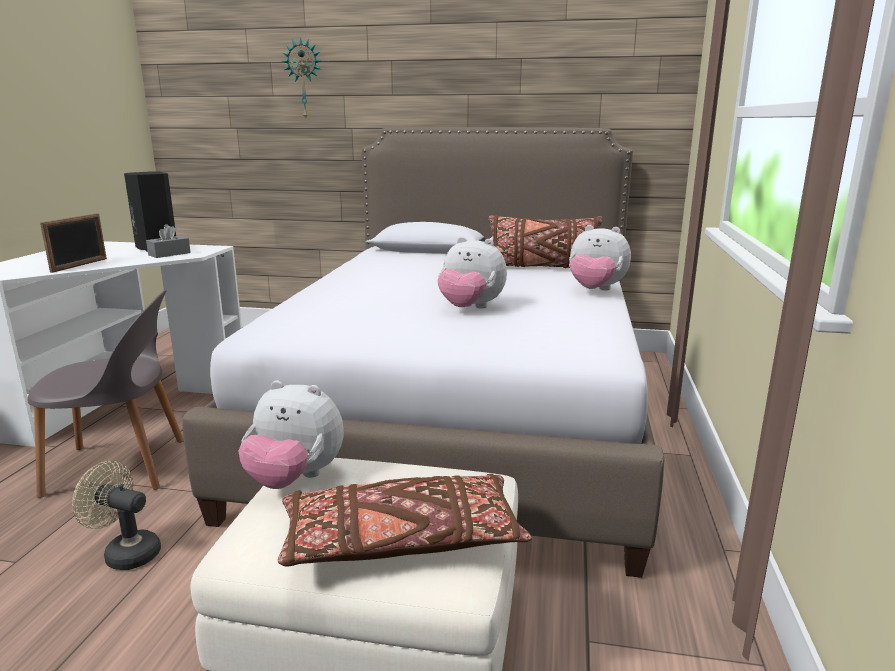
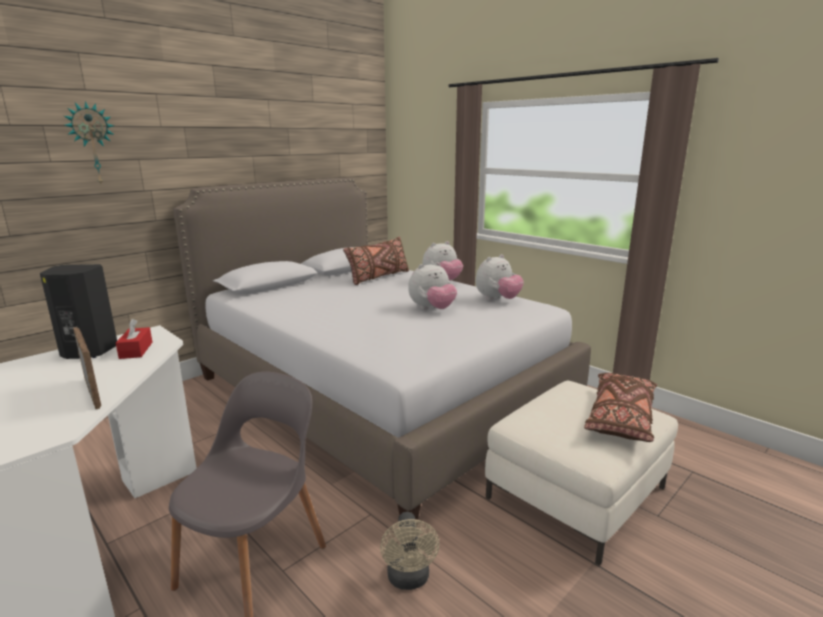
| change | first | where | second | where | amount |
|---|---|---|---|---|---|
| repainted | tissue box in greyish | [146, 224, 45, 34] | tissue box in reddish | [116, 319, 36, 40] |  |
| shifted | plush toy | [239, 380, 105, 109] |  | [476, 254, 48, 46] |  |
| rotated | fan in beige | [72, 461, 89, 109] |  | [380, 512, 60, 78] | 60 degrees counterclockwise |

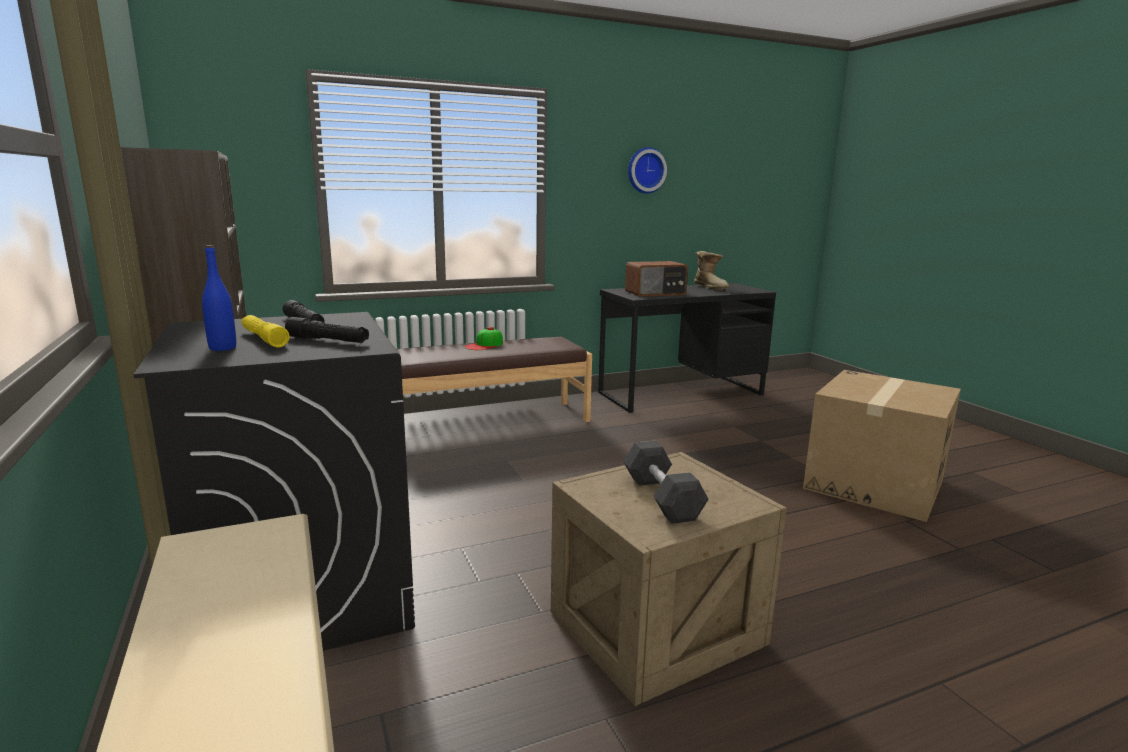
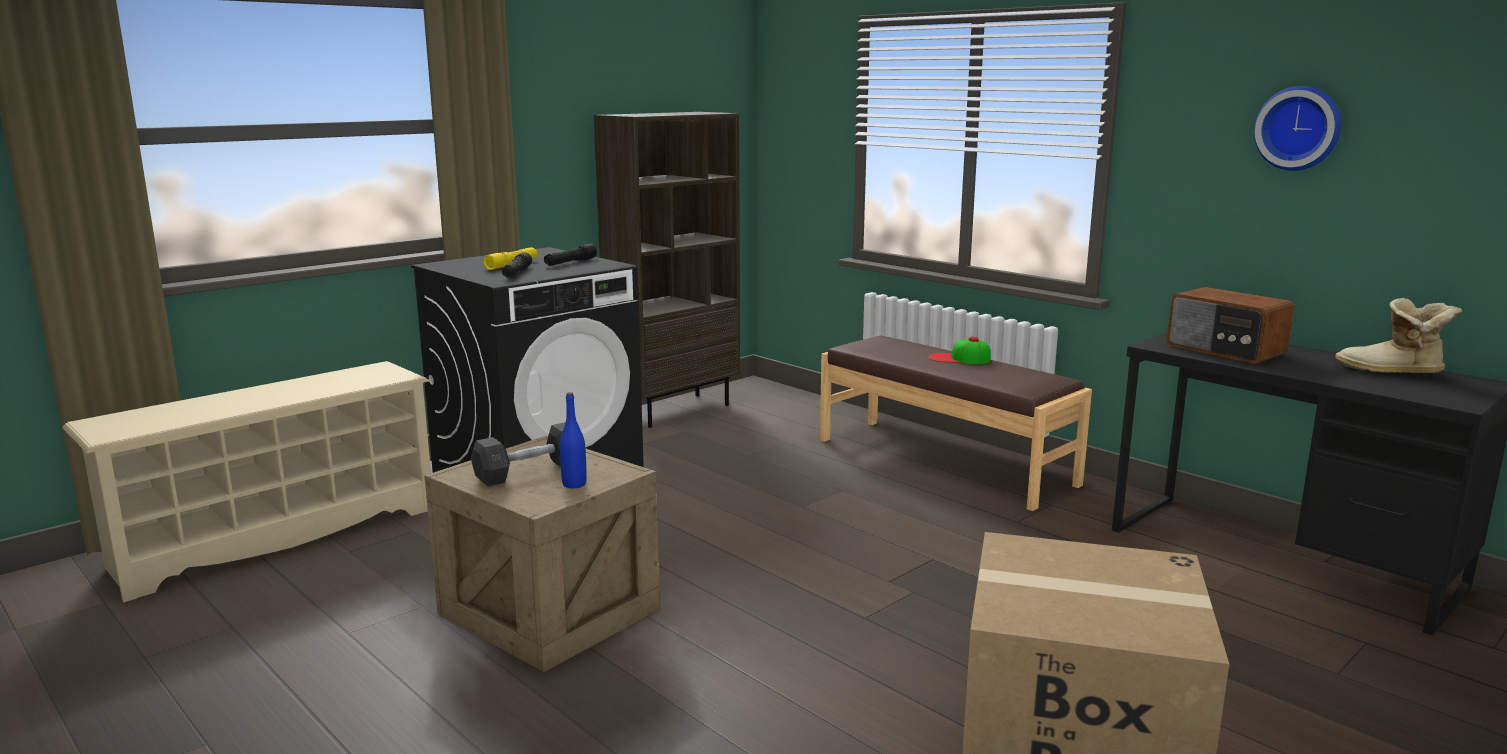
| change | first | where | second | where | amount |
|---|---|---|---|---|---|
| shifted | drink bottle in blue | [202, 245, 34, 106] |  | [560, 392, 26, 96] |  |
| rotated | high-top boot | [694, 251, 35, 40] |  | [1335, 298, 127, 75] | 75 degrees clockwise |

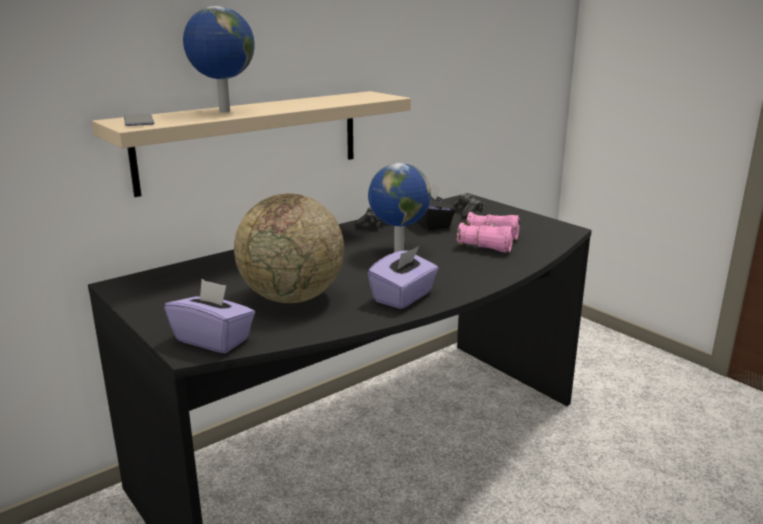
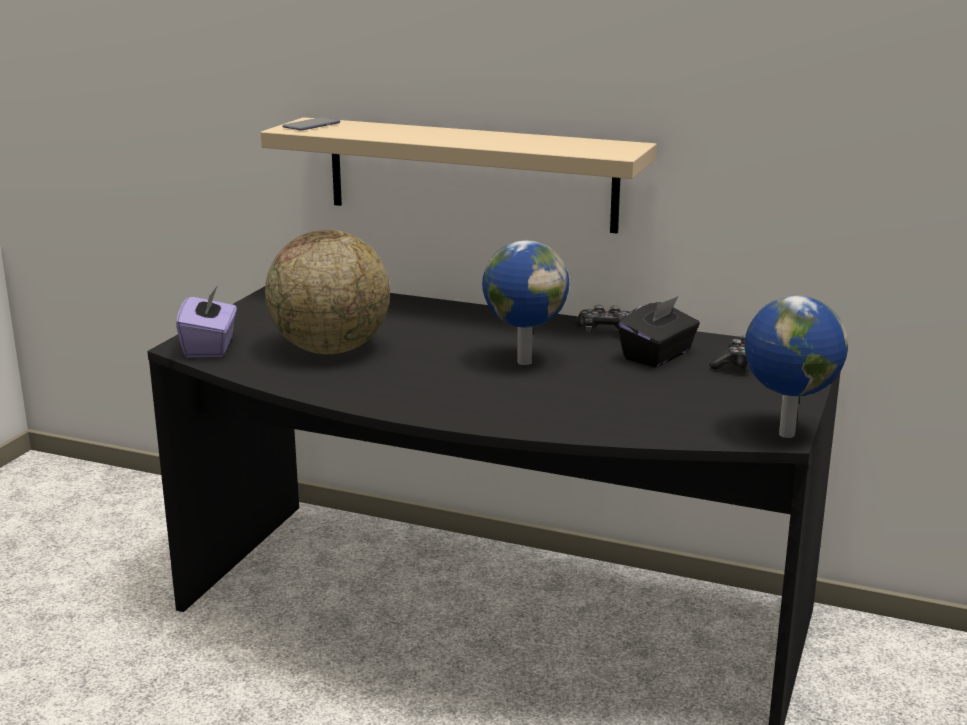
| change | first | where | second | where | amount |
|---|---|---|---|---|---|
| shifted | world globe | [183, 6, 72, 106] |  | [745, 296, 103, 142] |  |
| gone | pair of binoculars in pink-coloured | [457, 212, 63, 41] |  |  |  |
| gone | tissue box in purple-coloured | [368, 246, 70, 63] |  |  |  |

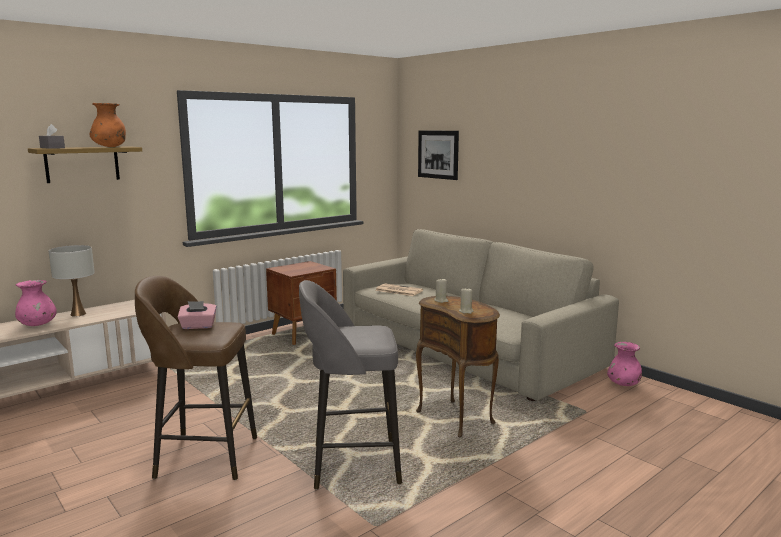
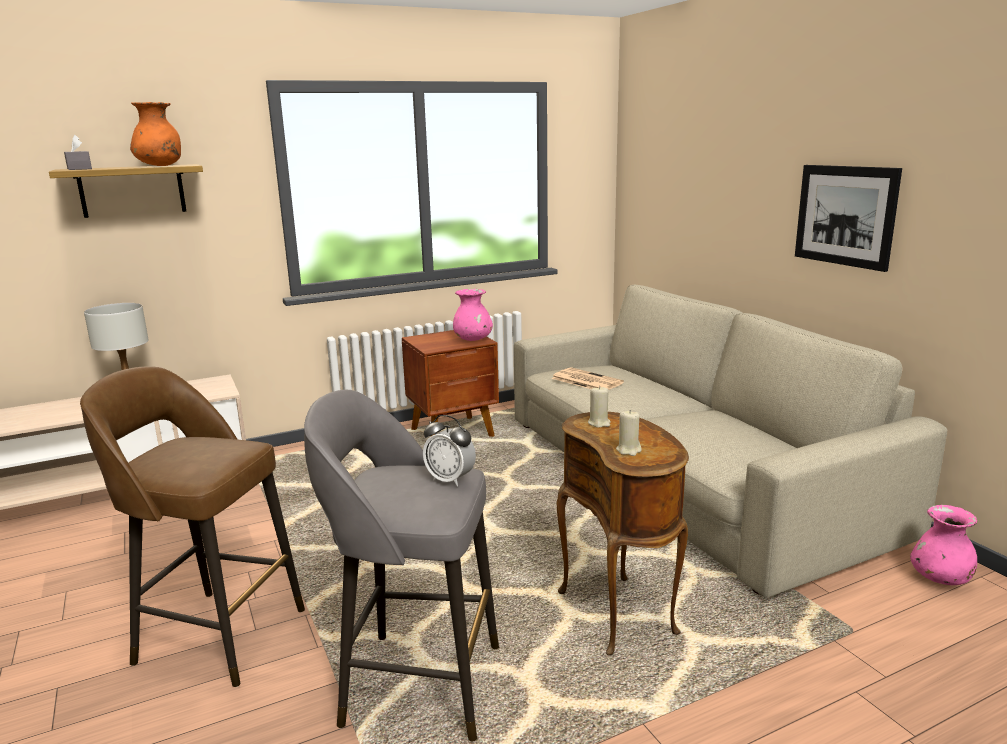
| change | first | where | second | where | amount |
|---|---|---|---|---|---|
| shifted | wall art | [418, 131, 41, 49] |  | [795, 165, 107, 107] |  |
| shifted | vase in pink-coloured | [15, 280, 42, 46] |  | [453, 289, 40, 52] |  |
| gone | tissue box in pink-coloured | [177, 301, 40, 28] |  |  |  |
| new |  |  | table clock | [423, 415, 53, 72] |  |

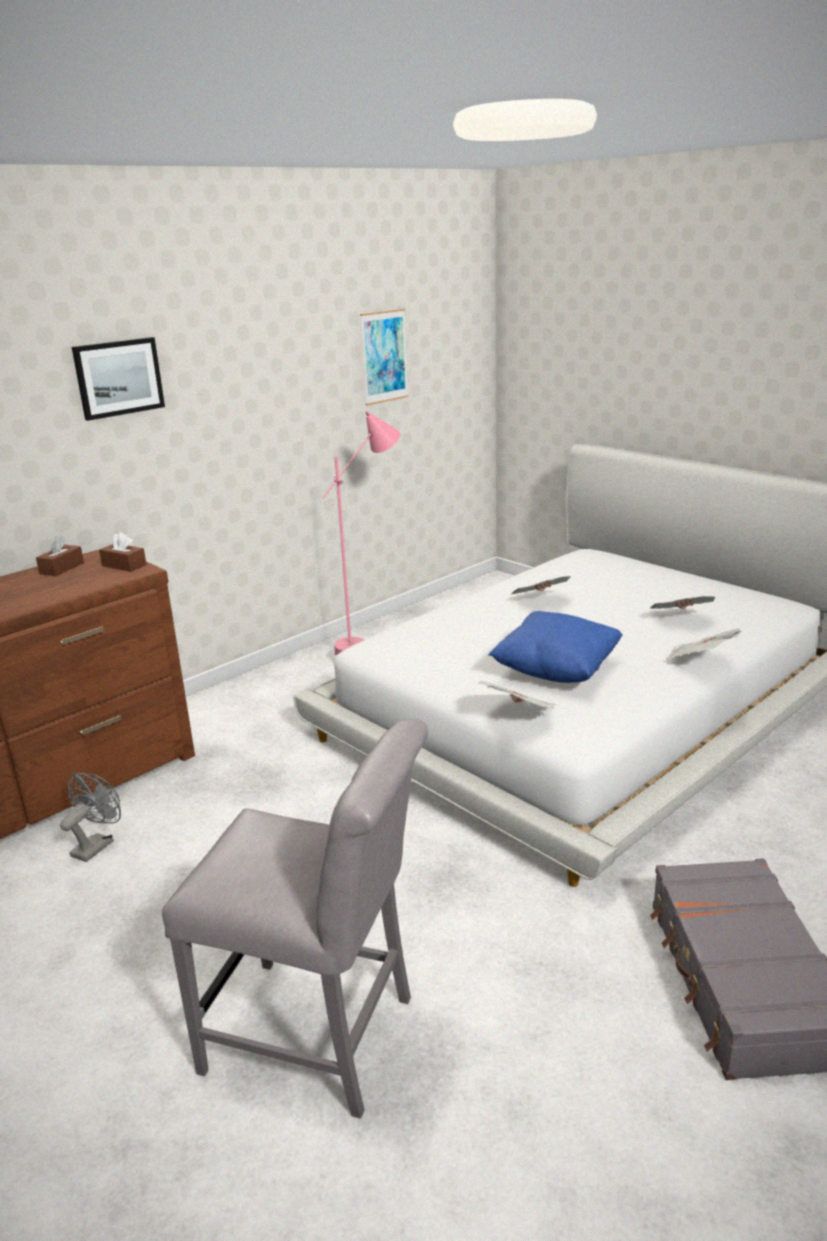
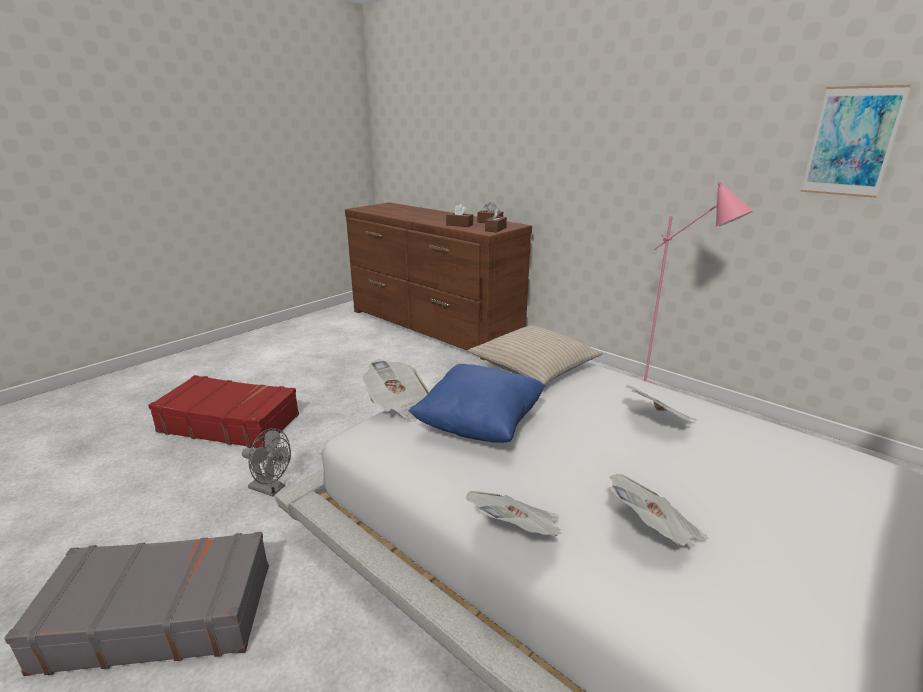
| change | first | where | second | where | amount |
|---|---|---|---|---|---|
| gone | wall art | [72, 337, 93, 84] |  |  |  |
| swapped | upright chair in greyish | [162, 719, 266, 400] | piece of luggage in reddish | [148, 375, 151, 73] |  |
| shifted | fan in greyish | [60, 773, 61, 89] |  | [242, 428, 49, 69] |  |
| new |  |  | tissue box in brown-coloured | [446, 204, 27, 23] |  |
| new |  |  | throw pillow in beige | [468, 325, 135, 60] |  |

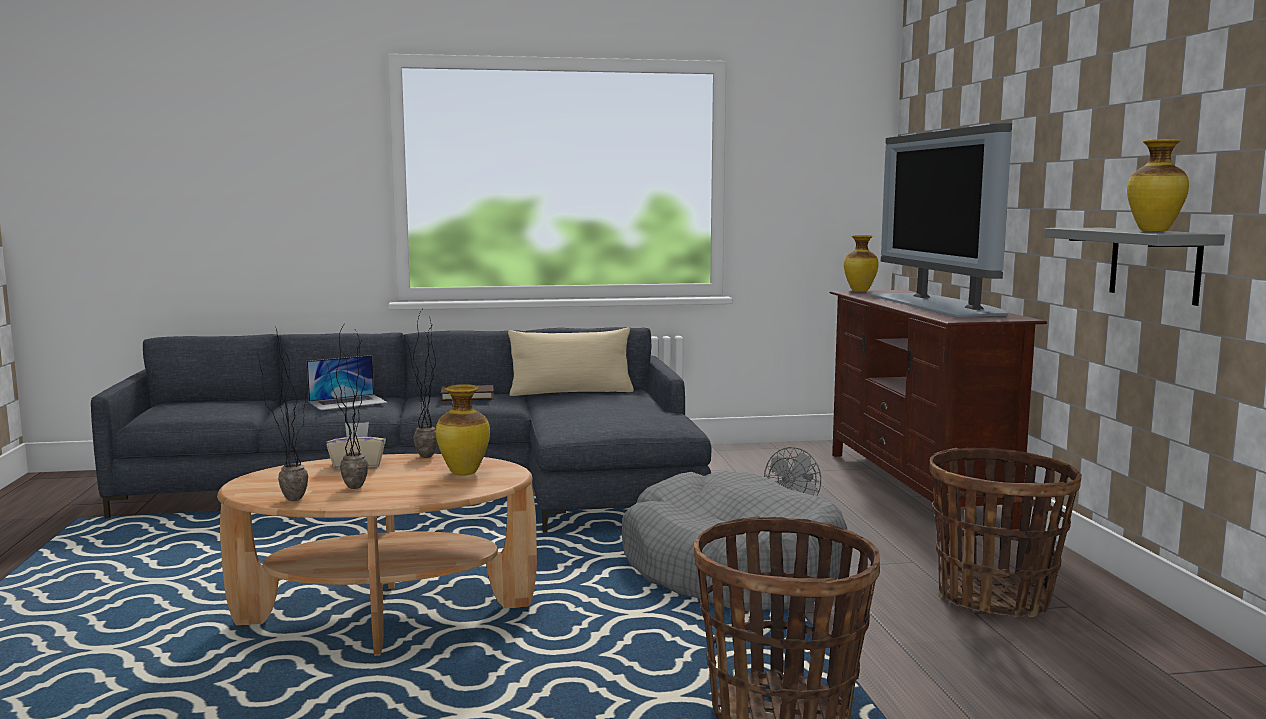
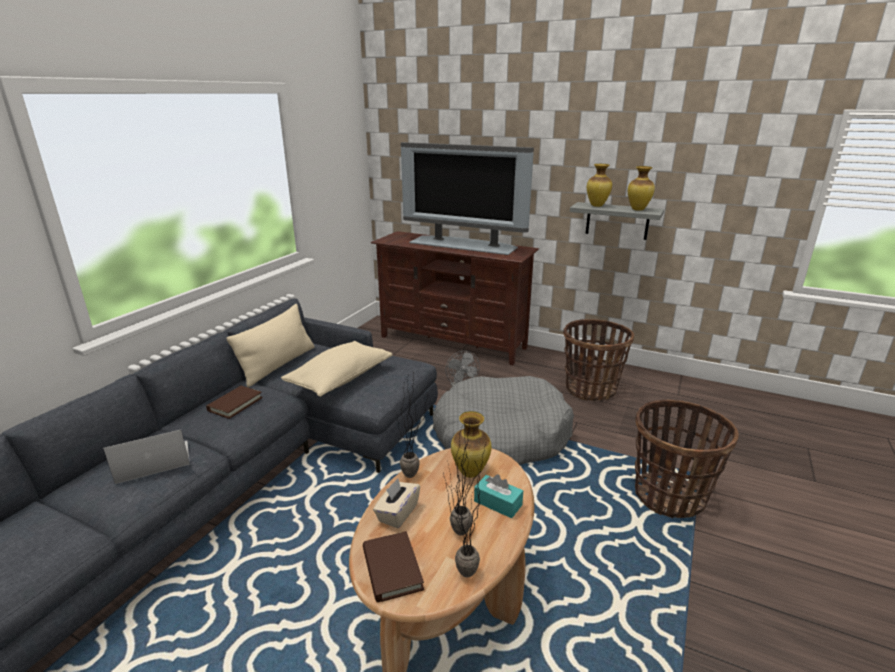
| change | first | where | second | where | amount |
|---|---|---|---|---|---|
| shifted | vase | [844, 235, 35, 57] |  | [587, 164, 25, 43] |  |
| rotated | portable computer | [307, 355, 81, 55] |  | [103, 430, 87, 54] | 120 degrees counterclockwise |
| new |  |  | throw pillow in beige | [281, 341, 112, 56] |  |
| new |  |  | tissue box in blue-green | [474, 474, 49, 44] |  |
| new |  |  | volume in brown-coloured | [363, 531, 61, 72] |  |

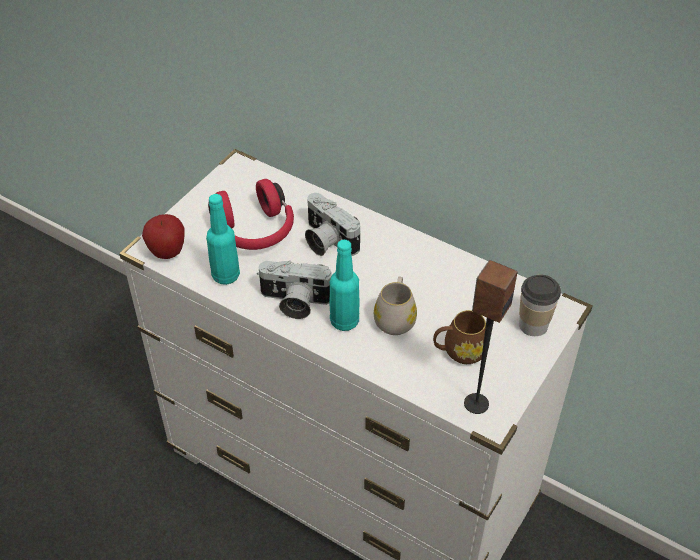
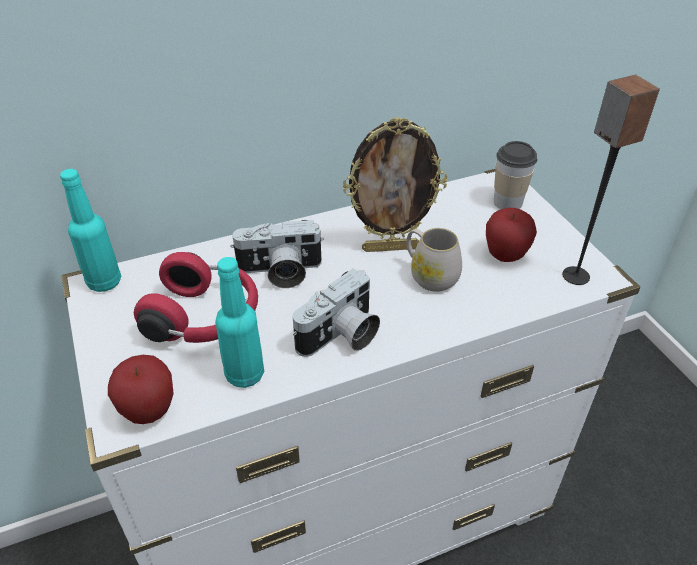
| change | first | where | second | where | amount |
|---|---|---|---|---|---|
| shifted | drink bottle in blue-green | [330, 240, 29, 91] |  | [60, 169, 61, 123] |  |
| swapped | tea mug in brown-coloured | [433, 310, 56, 54] | whole apple | [486, 208, 51, 54] |  |
| new |  |  | photo frame | [343, 117, 104, 135] |  |

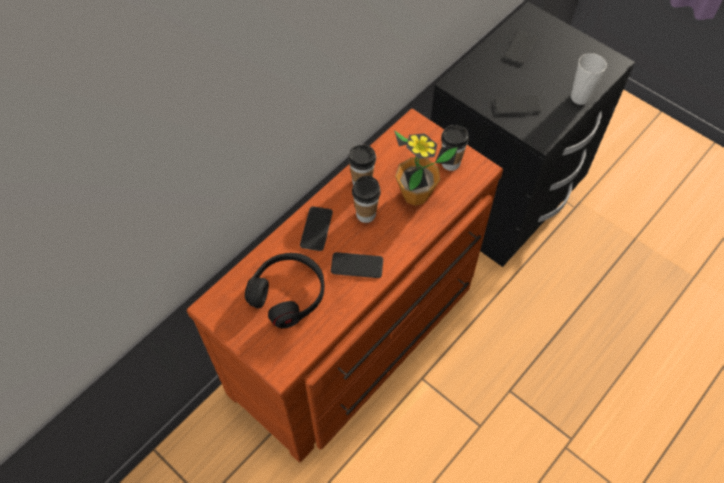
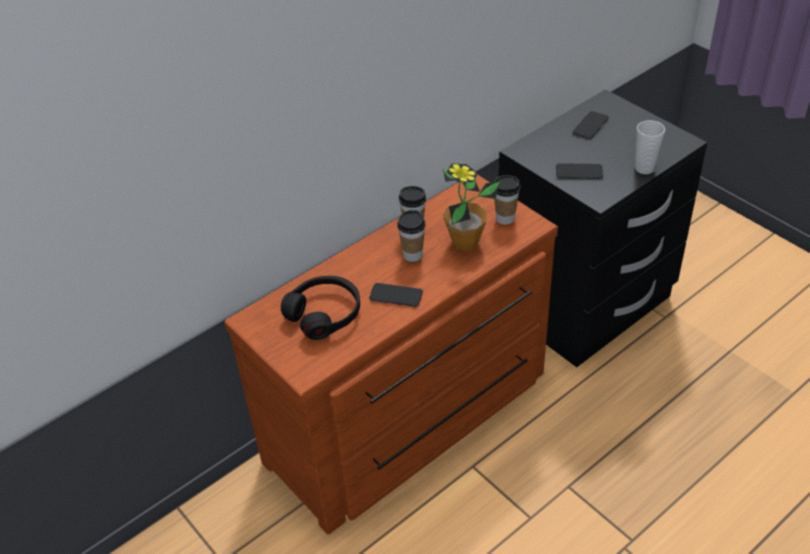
| change | first | where | second | where | amount |
|---|---|---|---|---|---|
| gone | telephone | [300, 206, 33, 45] |  |  |  |

